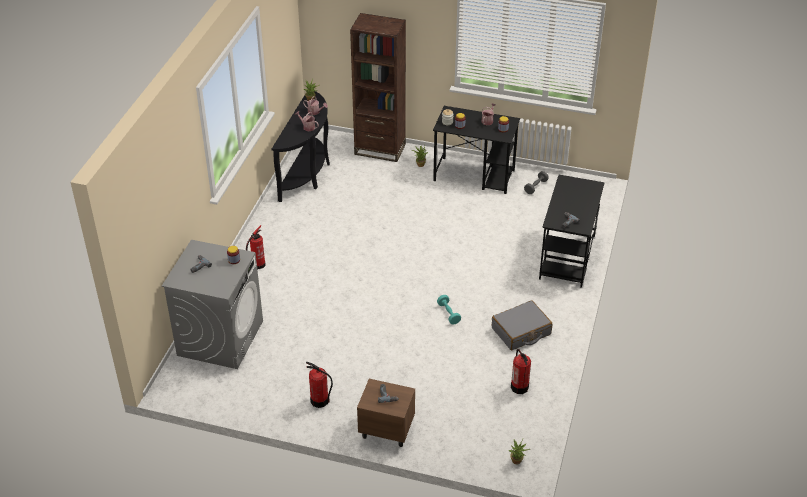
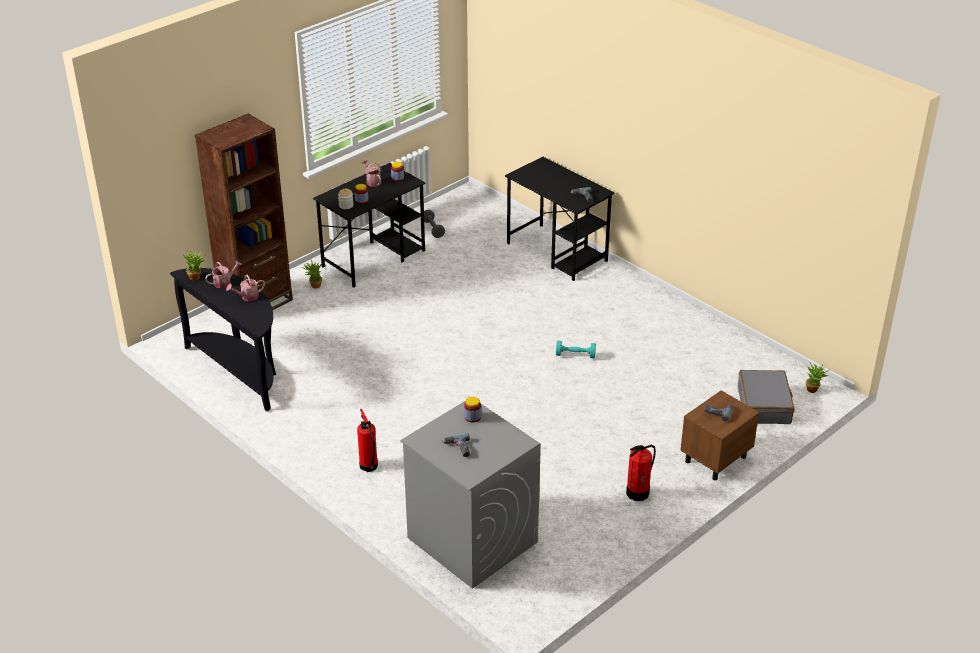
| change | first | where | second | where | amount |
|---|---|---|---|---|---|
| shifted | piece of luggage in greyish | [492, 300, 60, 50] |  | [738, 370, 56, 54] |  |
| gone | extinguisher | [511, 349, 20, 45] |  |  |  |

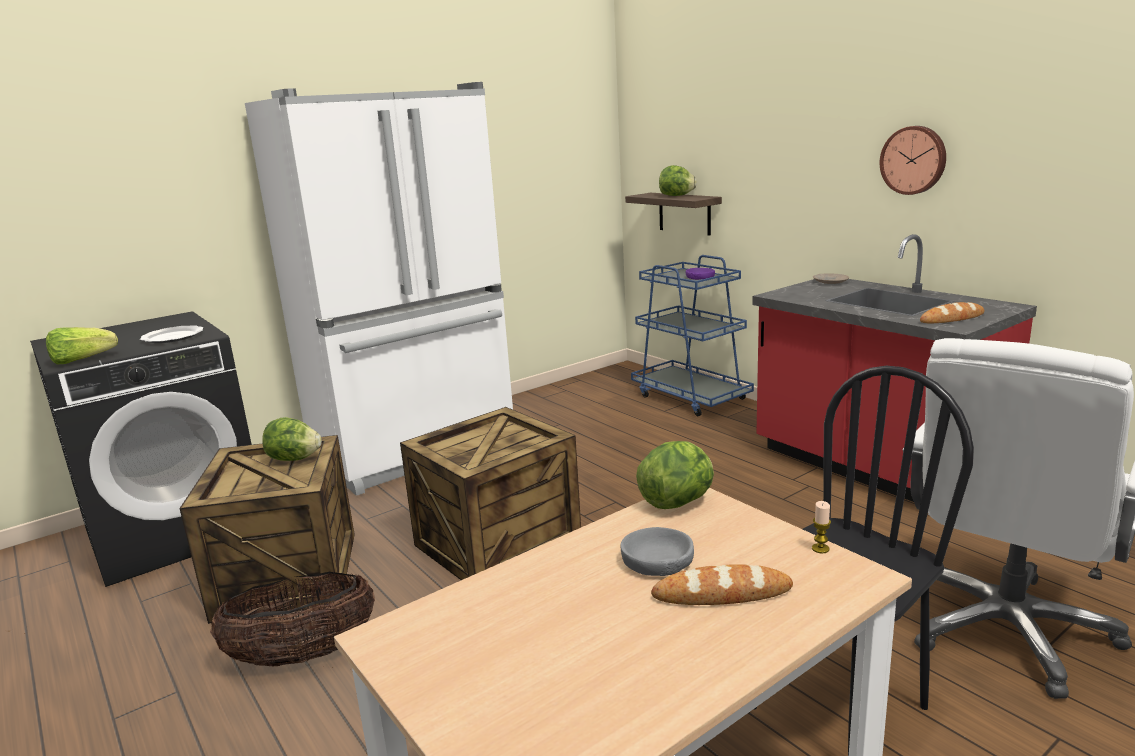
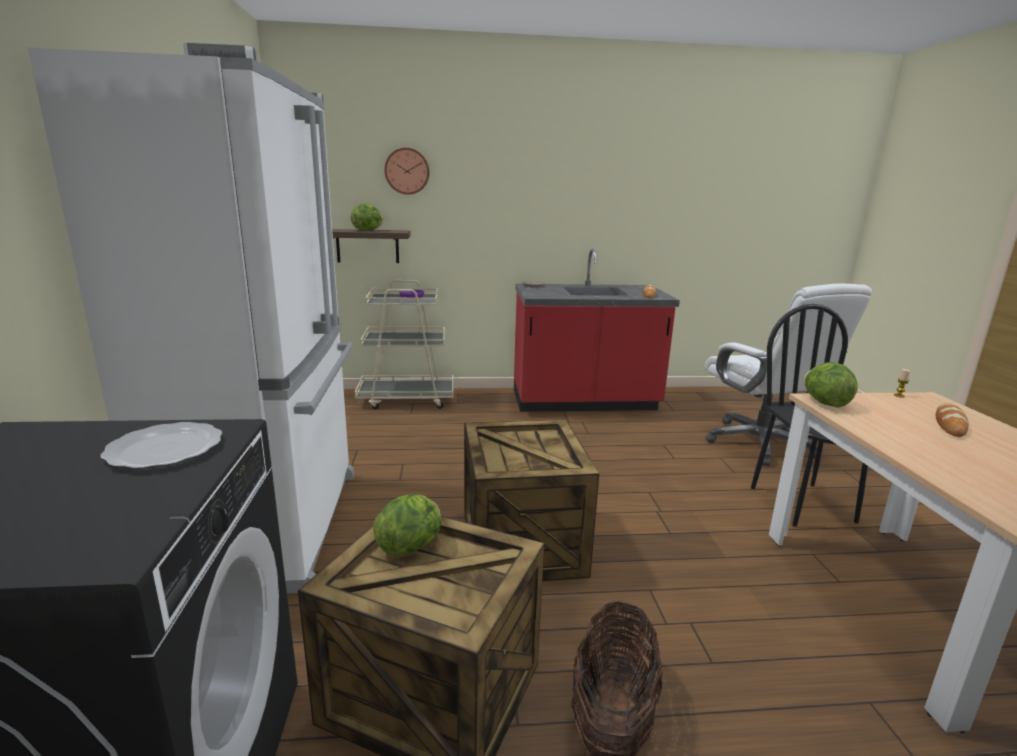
| change | first | where | second | where | amount |
|---|---|---|---|---|---|
| shifted | wall clock | [880, 126, 66, 69] |  | [385, 148, 45, 47] |  |
| repainted | trolley in blue | [631, 255, 123, 161] | trolley in beige | [355, 280, 98, 130] |  |
| gone | lettuce head | [46, 327, 72, 37] |  |  |  |
| gone | bowl in greyish | [620, 527, 74, 49] |  |  |  |

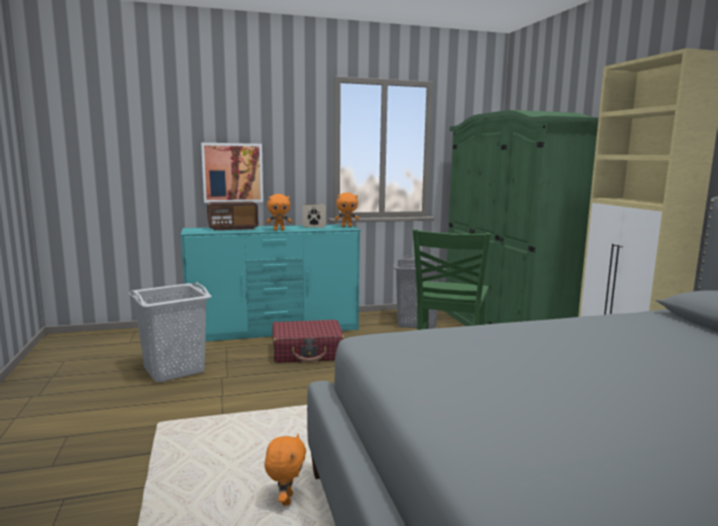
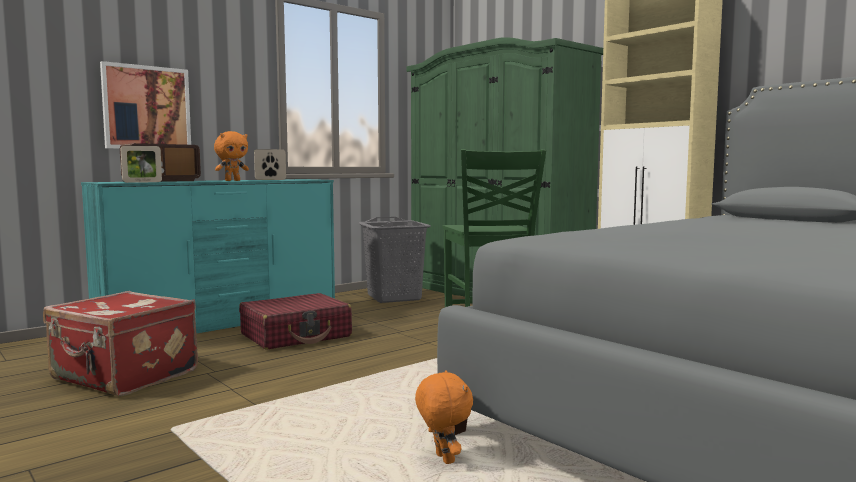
| change | first | where | second | where | amount |
|---|---|---|---|---|---|
| gone | plush toy in orange-coloured | [335, 193, 24, 34] |  |  |  |
| swapped | washing basket in greyish | [128, 282, 84, 100] | piece of luggage in reddish | [43, 291, 155, 105] |  |
| new |  |  | photo frame | [121, 146, 41, 37] |  |

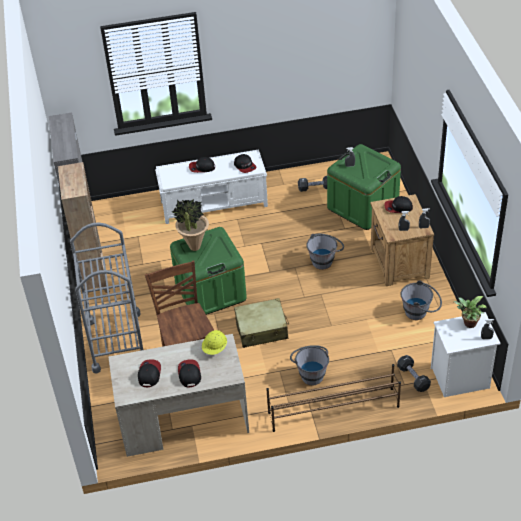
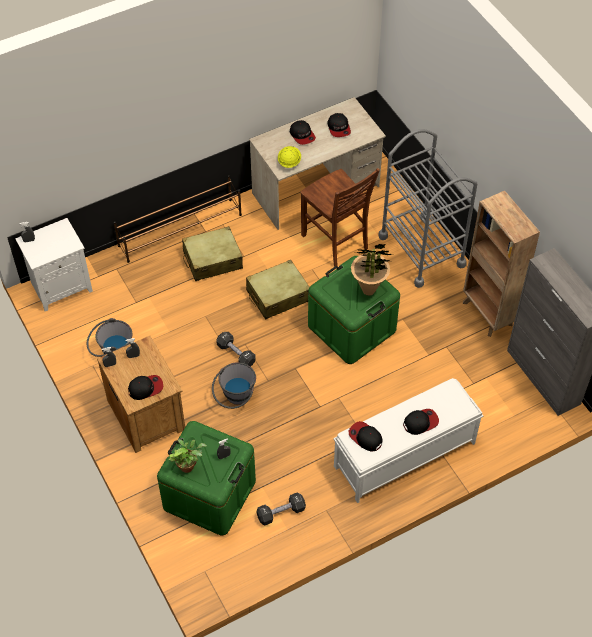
| change | first | where | second | where | amount |
|---|---|---|---|---|---|
| shifted | plant in a pot | [454, 296, 33, 32] |  | [169, 439, 38, 34] |  |
| swapped | bucket in greyish | [290, 345, 39, 40] | piece of luggage in beige | [182, 226, 61, 55] |  |
| shifted | hand weight in black | [397, 355, 34, 37] |  | [216, 332, 40, 35] |  |

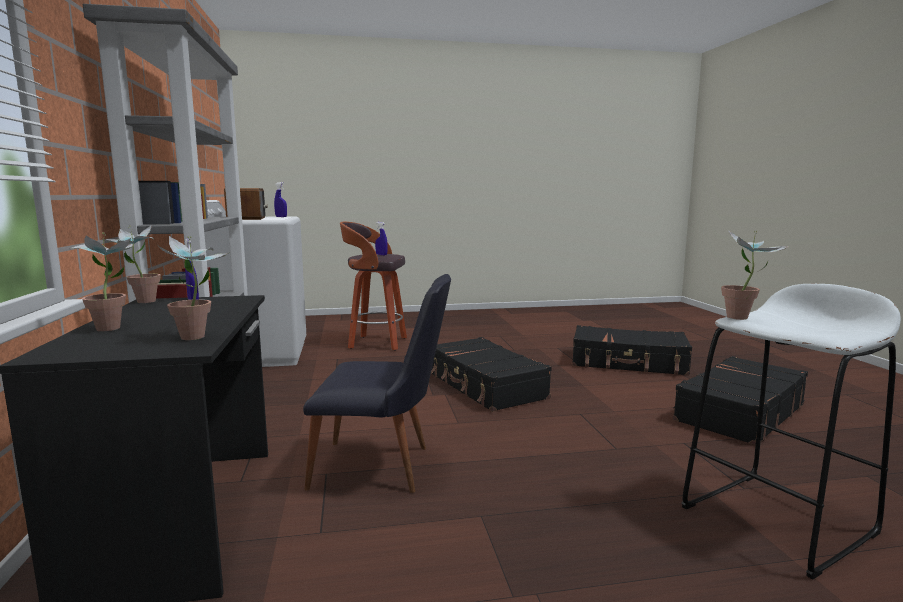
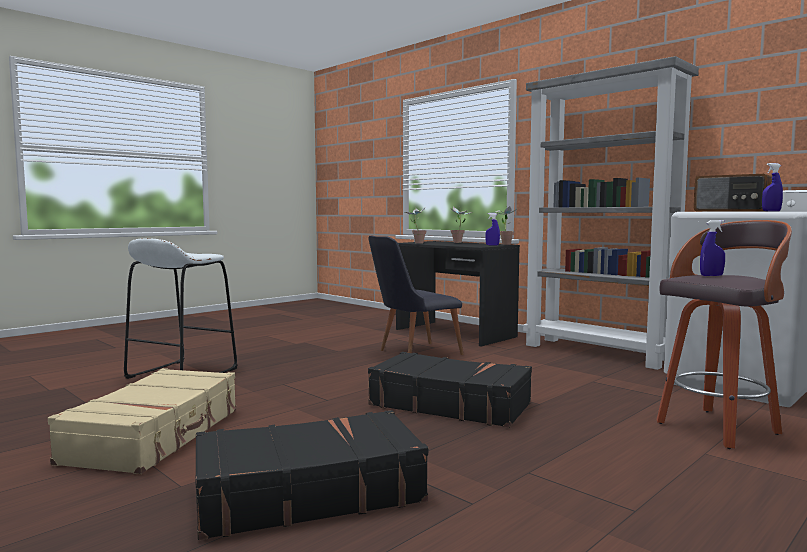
| change | first | where | second | where | amount |
|---|---|---|---|---|---|
| gone | plant in a pot | [721, 231, 68, 89] |  |  |  |
| repainted | piece of luggage in black | [673, 356, 135, 89] | piece of luggage in beige | [48, 368, 188, 106] |  |

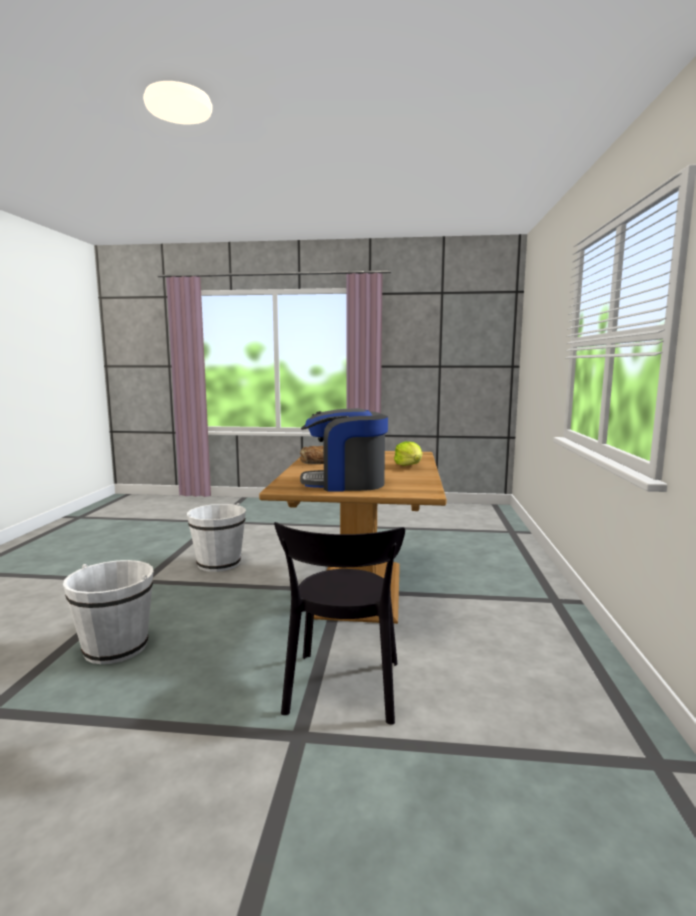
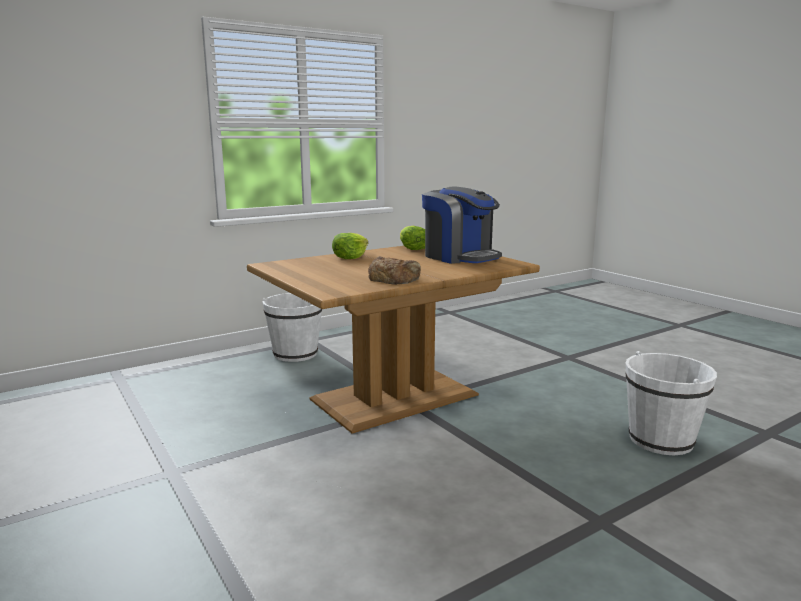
| change | first | where | second | where | amount |
|---|---|---|---|---|---|
| shifted | bucket in white | [187, 503, 59, 69] |  | [262, 293, 60, 69] |  |
| gone | upright chair in black | [274, 522, 131, 203] |  |  |  |
| new |  |  | lettuce head | [400, 226, 25, 24] |  |

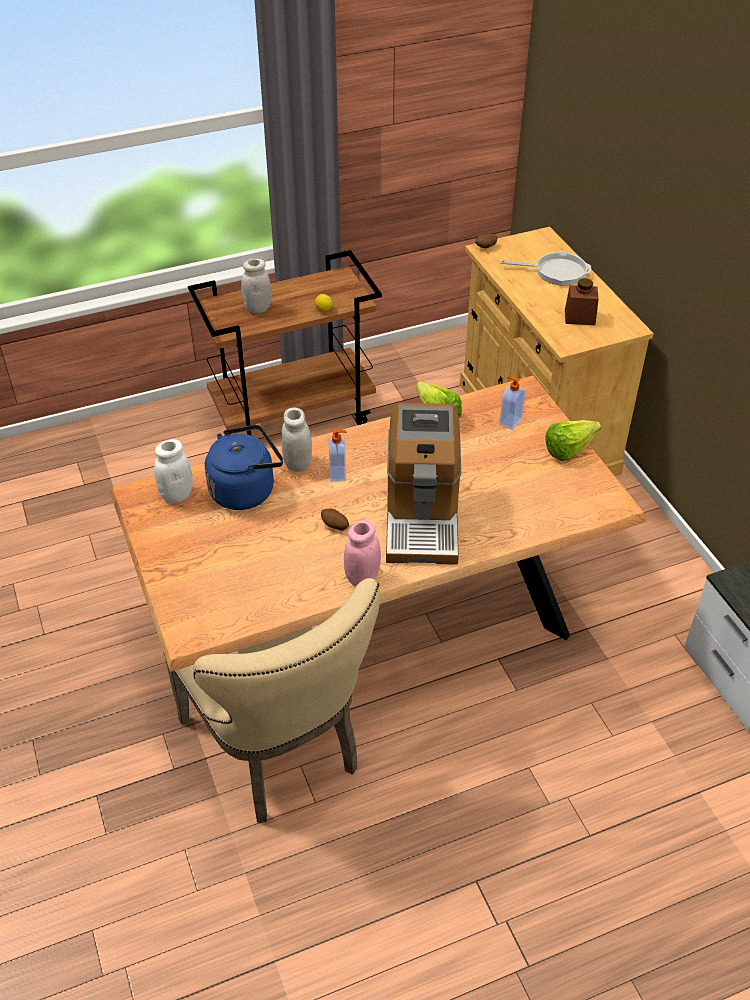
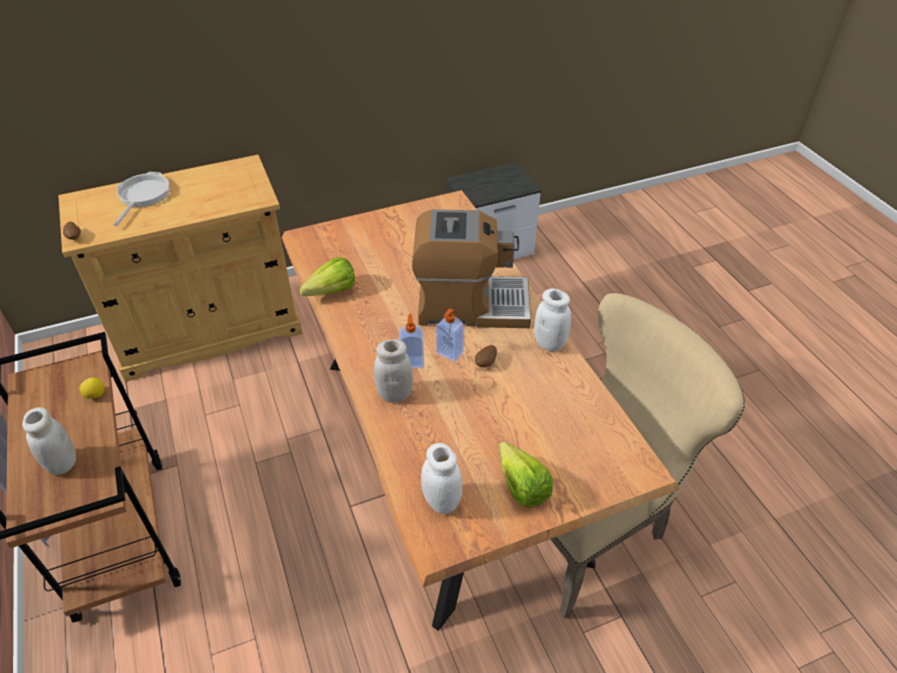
| change | first | where | second | where | amount |
|---|---|---|---|---|---|
| gone | storage jar in brown-coloured | [565, 278, 34, 47] |  |  |  |
| shifted | soap bottle | [499, 376, 26, 54] |  | [436, 308, 28, 54] |  |
| shifted | lettuce head | [545, 420, 56, 41] |  | [499, 441, 54, 67] |  |
| gone | water kettle in blue | [205, 424, 78, 86] |  |  |  |
| repainted | storage jar in pink-coloured | [344, 520, 37, 67] | storage jar in white | [534, 288, 37, 63] |  |

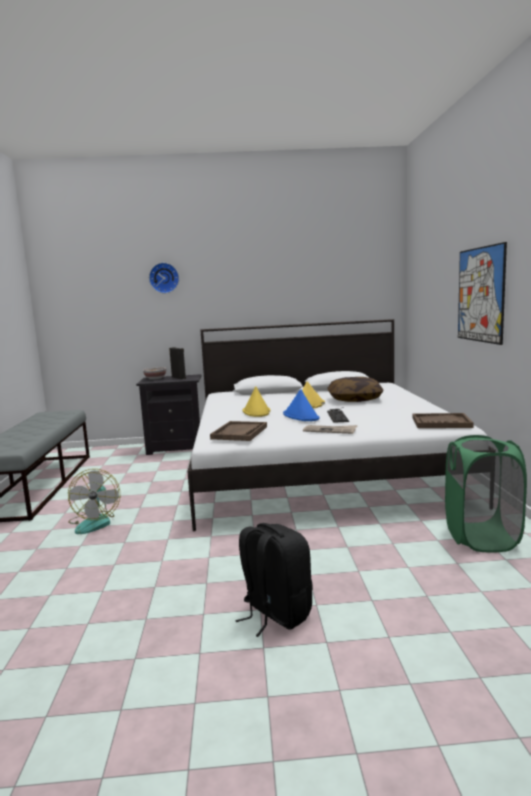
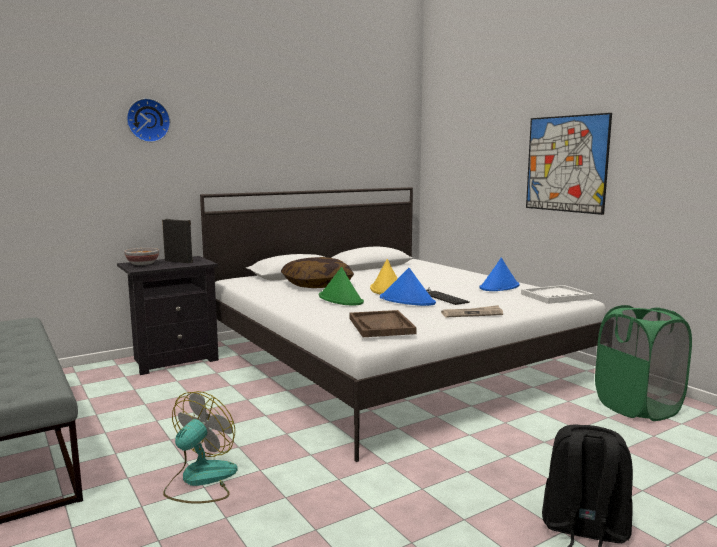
| change | first | where | second | where | amount |
|---|---|---|---|---|---|
| shifted | throw pillow | [327, 377, 57, 25] |  | [281, 257, 73, 31] |  |
| repainted | wearable hat in yellowish | [243, 386, 27, 31] | wearable hat in green | [319, 267, 45, 39] |  |
| repainted | carrying tray in brown-coloured | [412, 413, 62, 15] | carrying tray in white | [521, 285, 72, 19] |  |
| rotated | fan | [68, 469, 52, 65] |  | [163, 391, 75, 113] | 120 degrees counterclockwise |
| new |  |  | wearable hat in blue | [480, 258, 40, 33] |  |

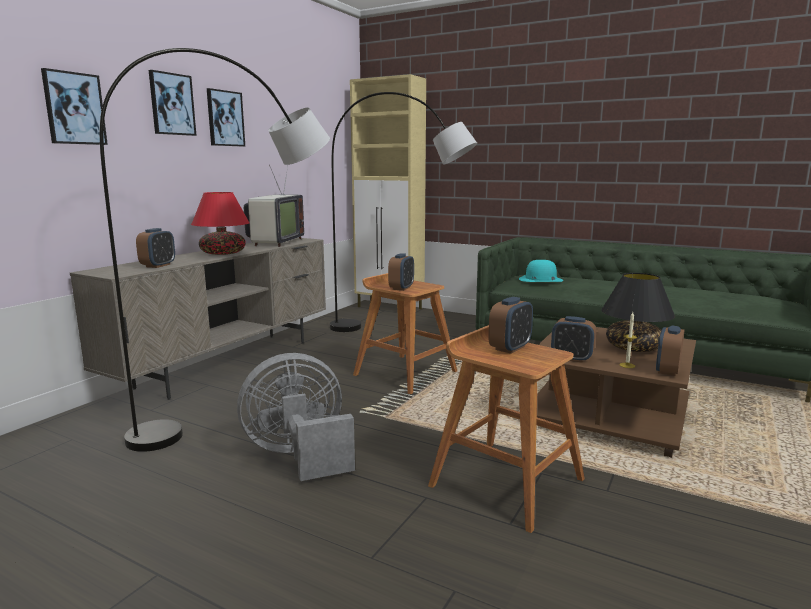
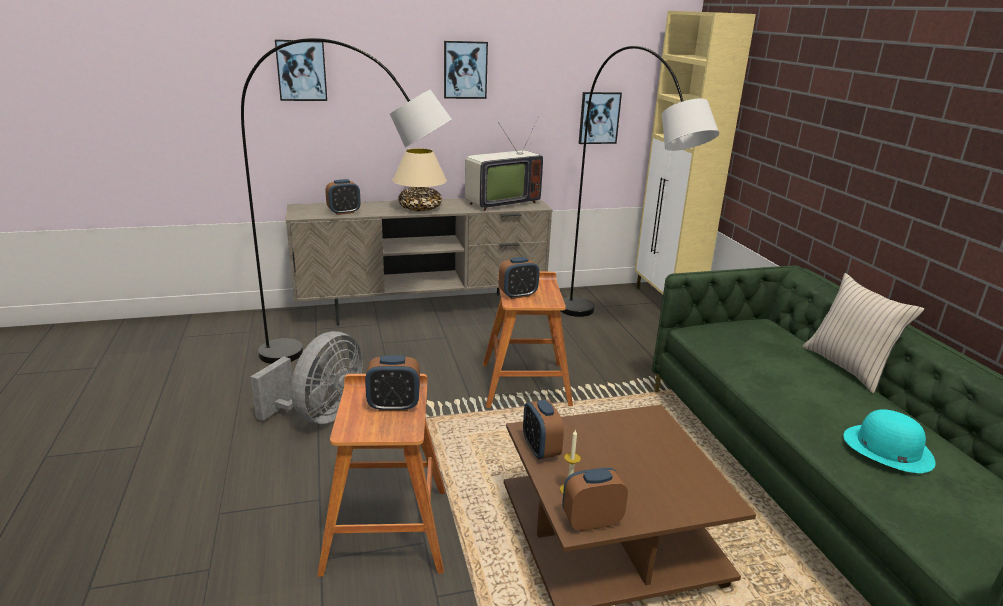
| change | first | where | second | where | amount |
|---|---|---|---|---|---|
| shifted | wall art | [149, 70, 47, 66] |  | [579, 92, 43, 52] |  |
| repainted | lamp for a table in reddish | [191, 192, 59, 63] | lamp for a table in beige | [393, 148, 54, 63] |  |
| shifted | wearable hat in blue-green | [519, 260, 44, 22] |  | [843, 410, 93, 63] |  |
| gone | lamp for a table in black | [601, 273, 74, 79] |  |  |  |
| rotated | fan in greyish | [237, 353, 118, 128] |  | [251, 331, 111, 93] | 90 degrees clockwise |
| new |  |  | throw pillow in beige | [803, 273, 121, 121] |  |

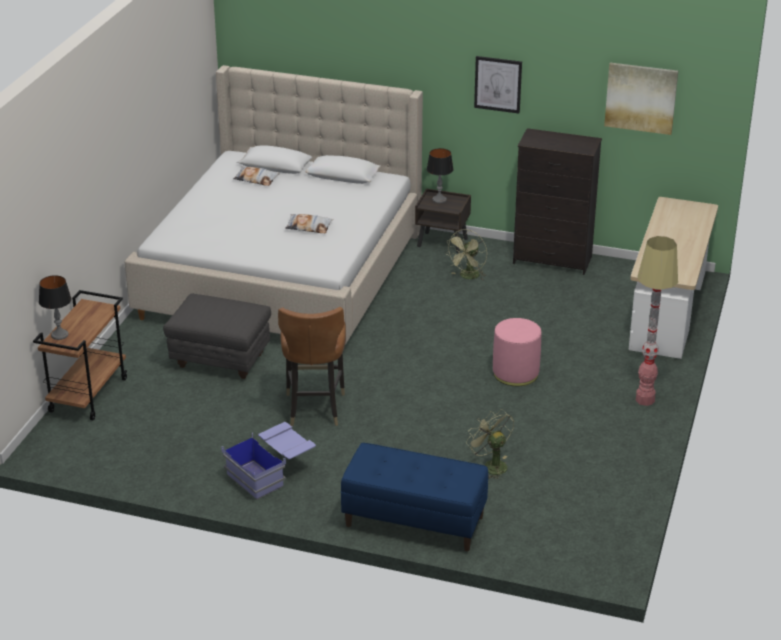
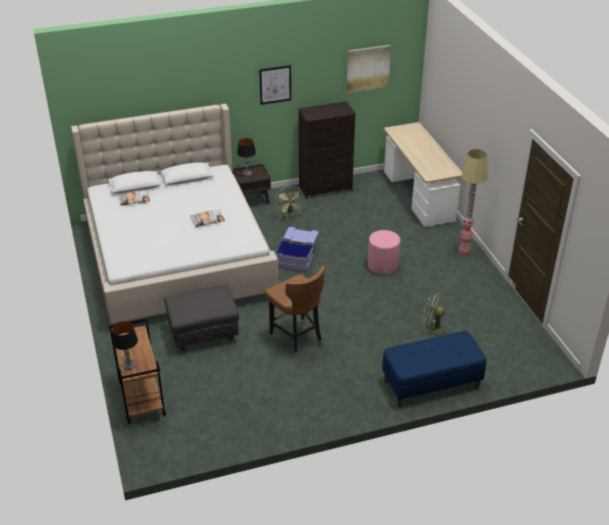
| change | first | where | second | where | amount |
|---|---|---|---|---|---|
| shifted | storage box in blue | [221, 422, 95, 78] |  | [275, 227, 44, 45] |  |

